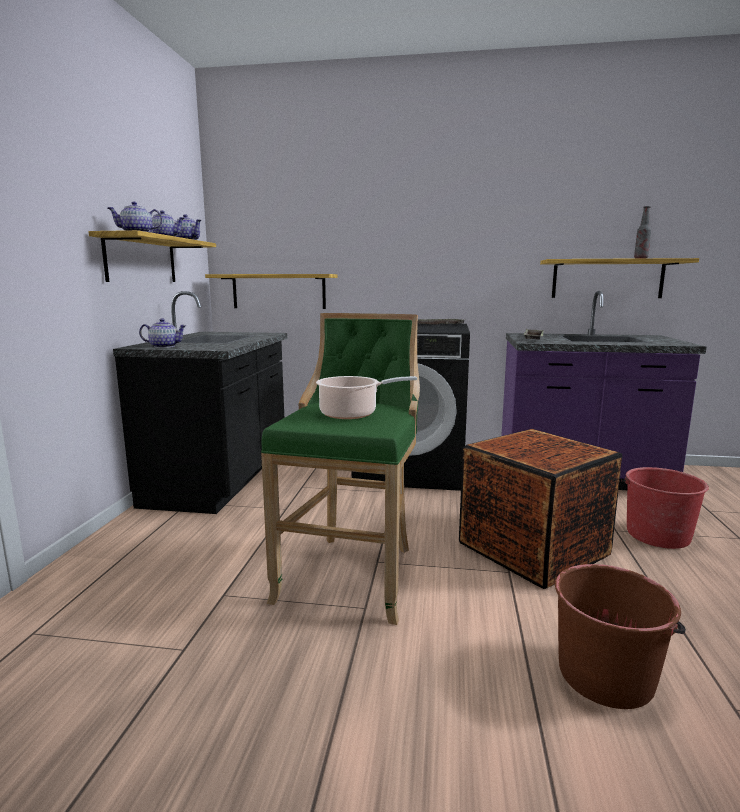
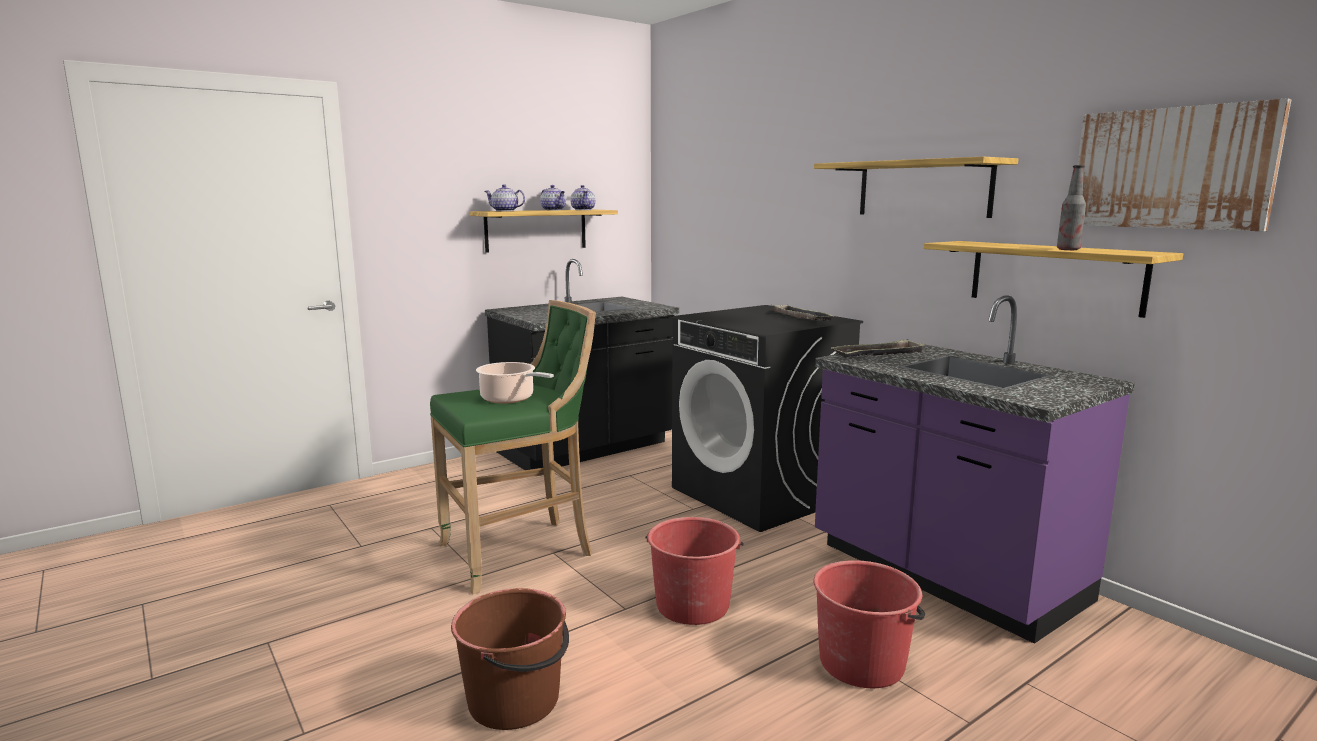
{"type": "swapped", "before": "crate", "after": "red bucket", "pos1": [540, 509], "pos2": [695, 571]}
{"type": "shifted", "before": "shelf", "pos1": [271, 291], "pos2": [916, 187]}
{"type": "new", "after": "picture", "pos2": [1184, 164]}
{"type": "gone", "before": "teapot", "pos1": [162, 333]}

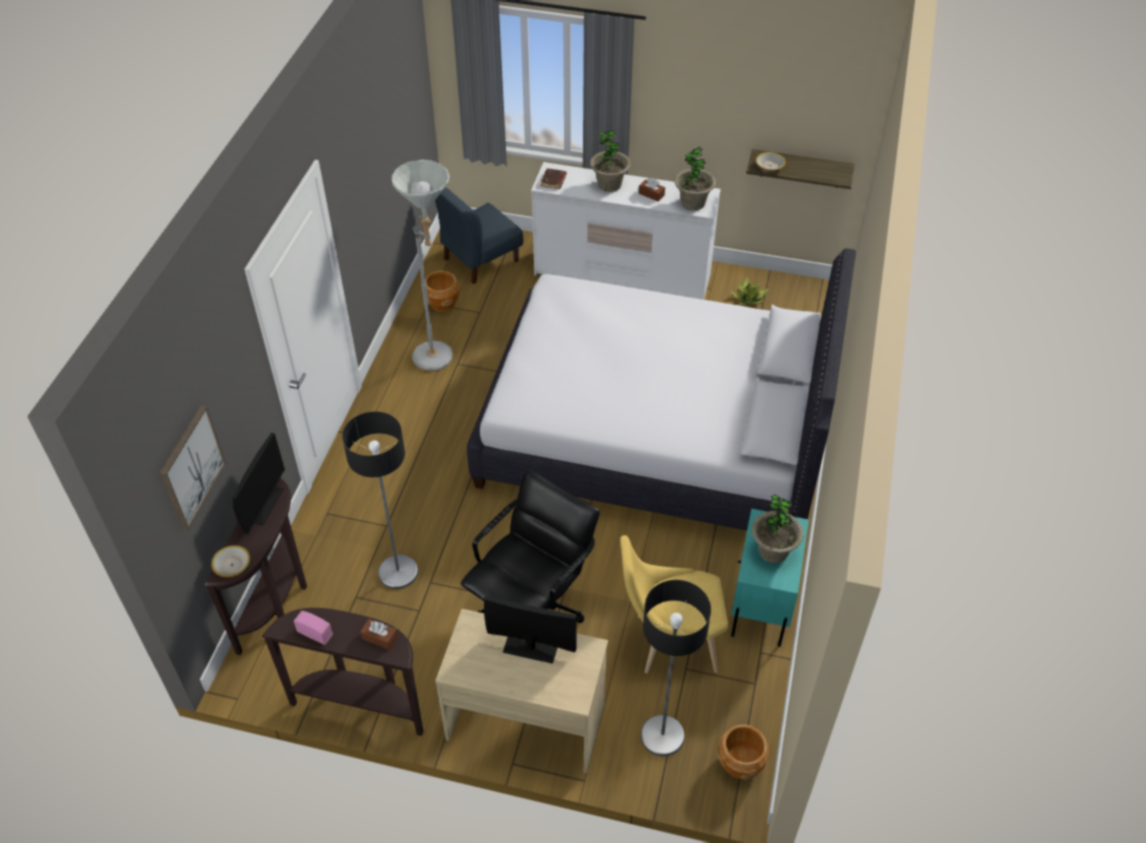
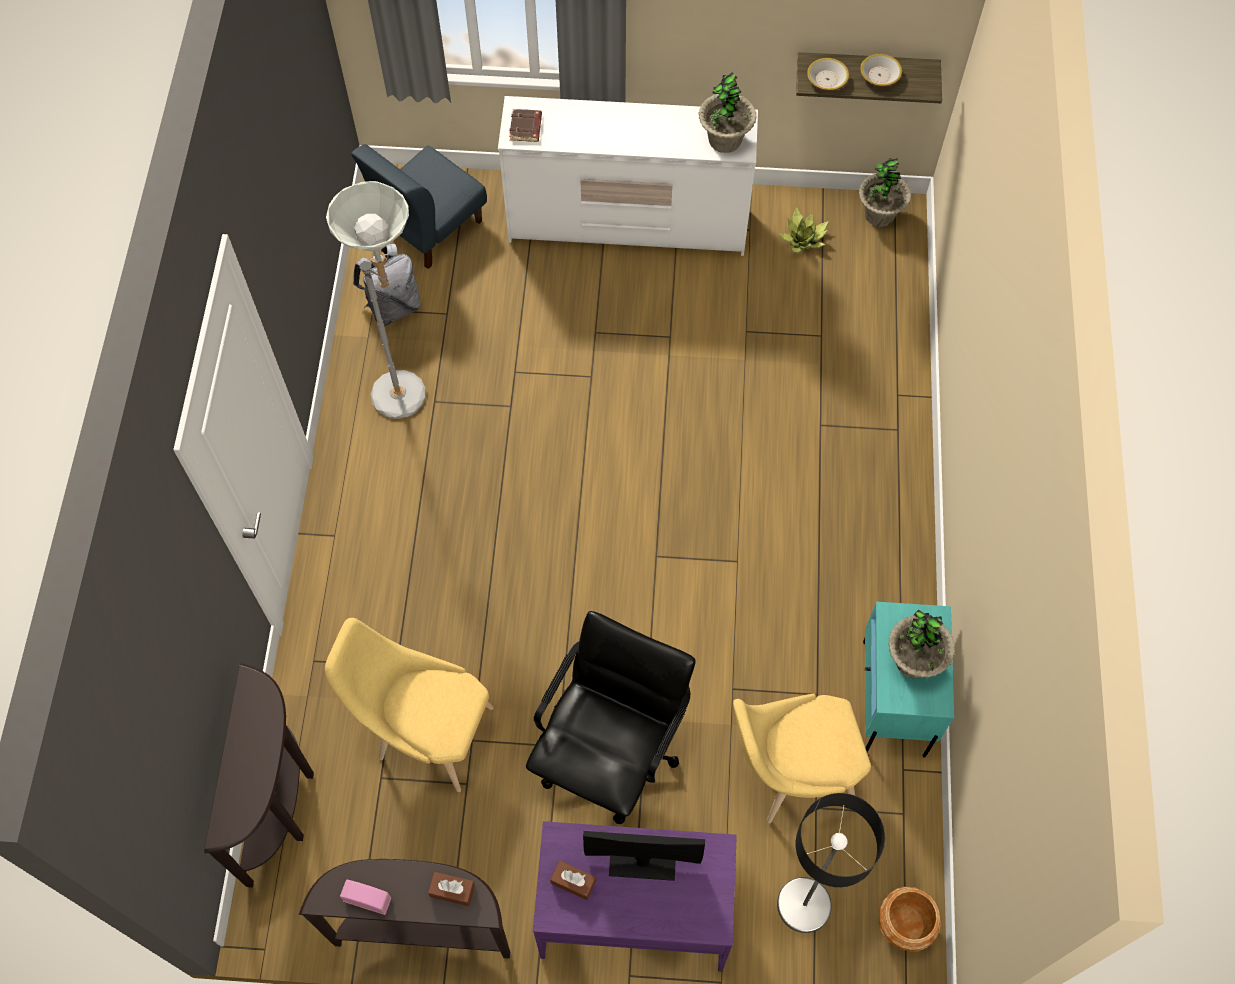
{"type": "swapped", "before": "floor lamp", "after": "yellow chair", "pos1": [380, 500], "pos2": [409, 705]}
{"type": "swapped", "before": "brown planter", "after": "grey backpack", "pos1": [442, 291], "pos2": [387, 285]}
{"type": "repainted", "before": "beige desk", "after": "purple desk", "pos1": [521, 691], "pos2": [635, 896]}
{"type": "shifted", "before": "brown tissue box", "pos1": [652, 190], "pos2": [573, 880]}
{"type": "shifted", "before": "potted plant", "pos1": [610, 161], "pos2": [885, 192]}
{"type": "shifted", "before": "bowl", "pos1": [231, 561], "pos2": [881, 70]}
{"type": "gone", "before": "picture", "pos1": [193, 467]}
{"type": "gone", "before": "monitor", "pos1": [258, 483]}
{"type": "gone", "before": "white bed", "pos1": [661, 389]}

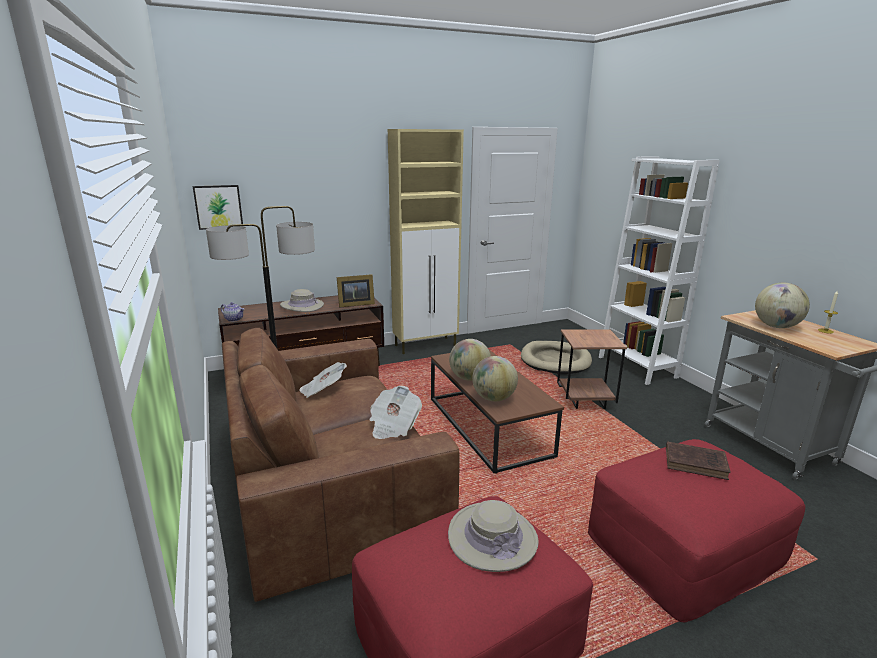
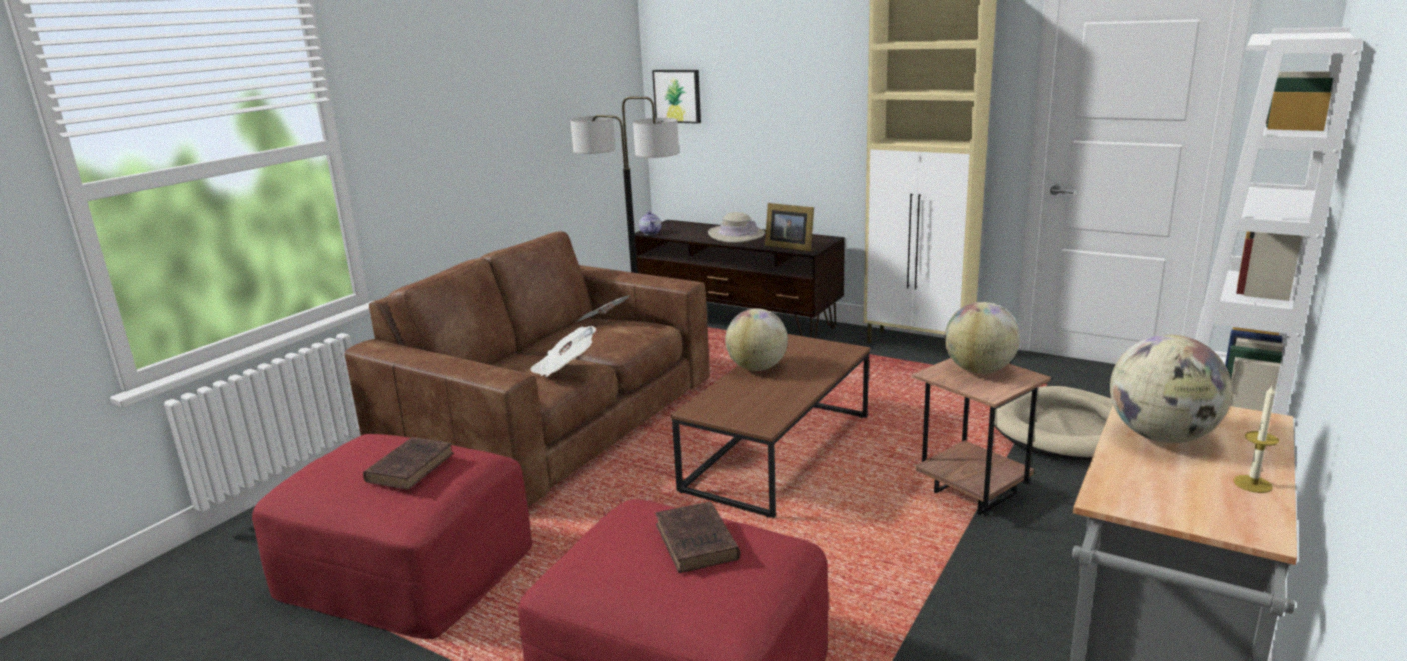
{"type": "swapped", "before": "beige hat", "after": "brown book", "pos1": [493, 536], "pos2": [408, 463]}
{"type": "shifted", "before": "globe", "pos1": [495, 379], "pos2": [982, 338]}

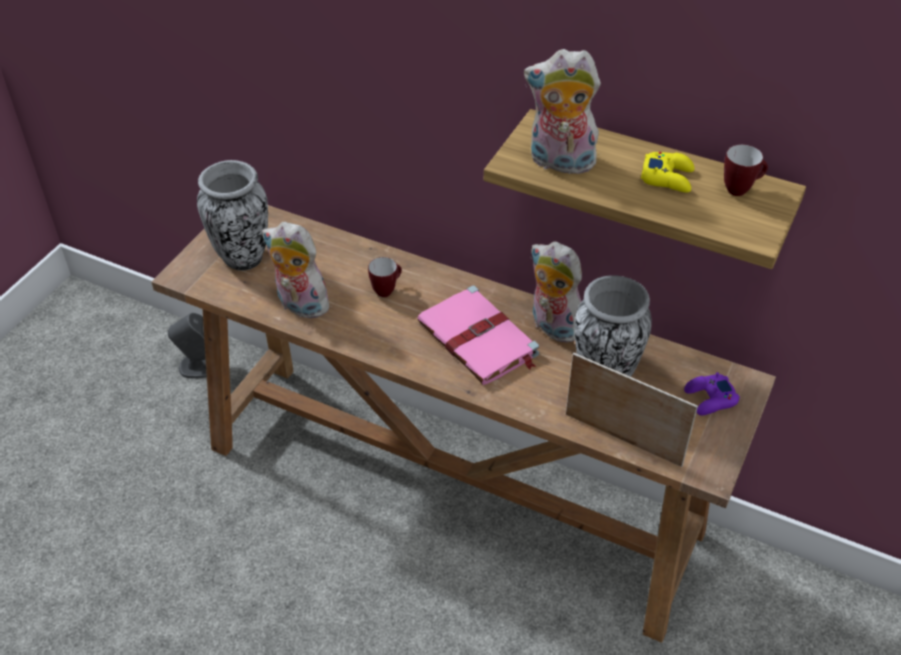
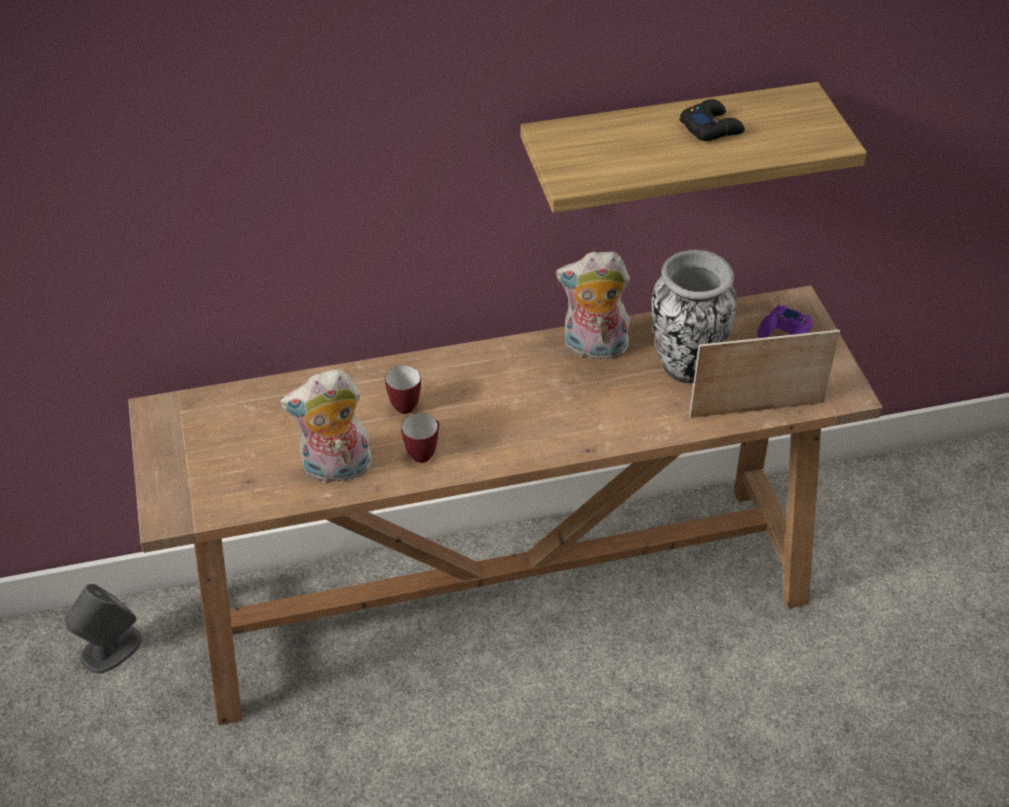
{"type": "shifted", "before": "mug", "pos1": [746, 170], "pos2": [420, 438]}
{"type": "repainted", "before": "yellow game controller", "after": "black game controller", "pos1": [668, 172], "pos2": [712, 120]}
{"type": "gone", "before": "vase", "pos1": [232, 215]}
{"type": "gone", "before": "pink book", "pos1": [478, 335]}
{"type": "gone", "before": "plush toy", "pos1": [563, 111]}

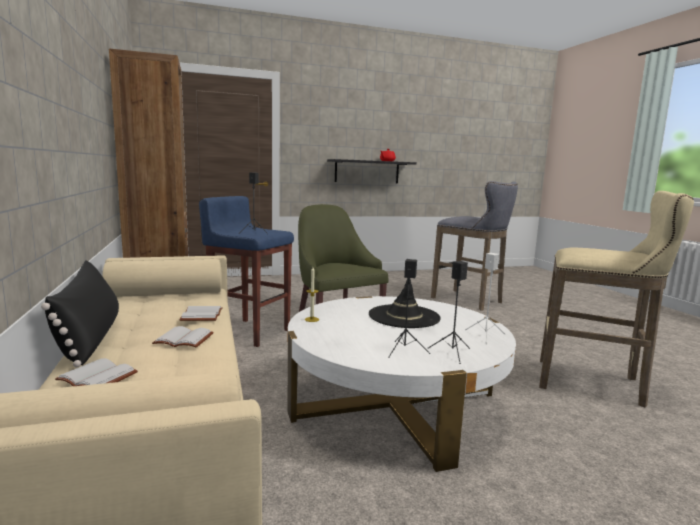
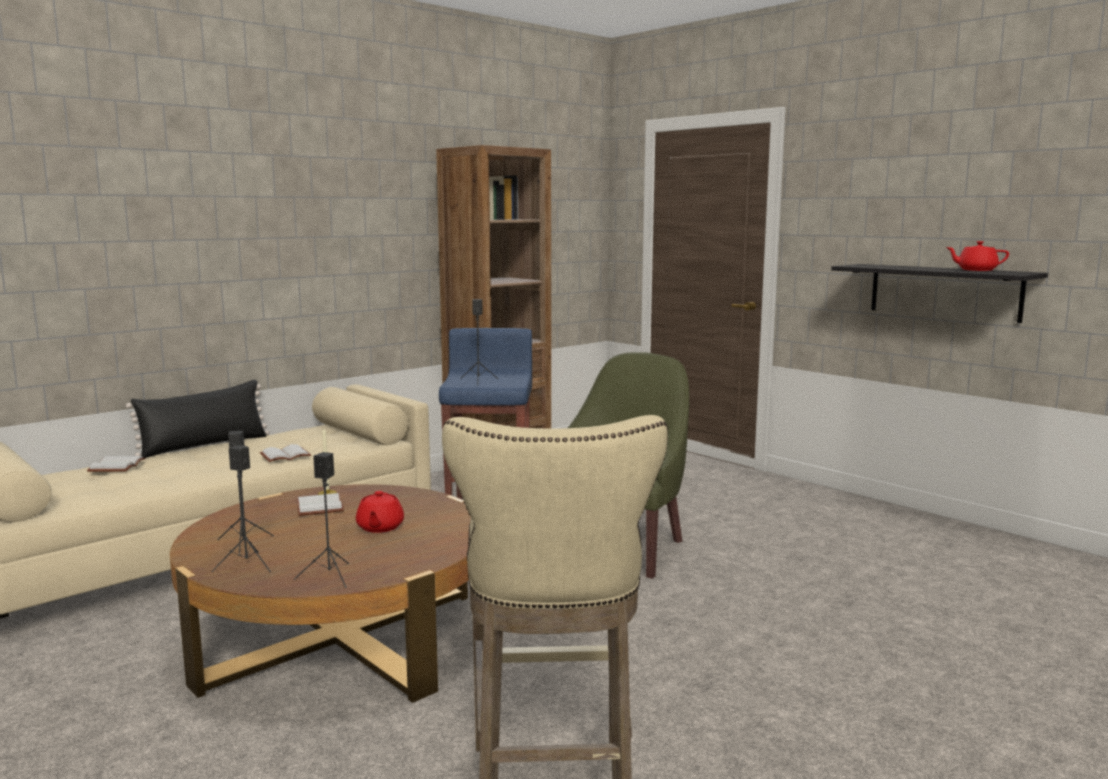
{"type": "repainted", "before": "white coffee table", "after": "brown coffee table", "pos1": [401, 384], "pos2": [320, 593]}
{"type": "repainted", "before": "white speaker", "after": "black speaker", "pos1": [485, 298], "pos2": [321, 520]}
{"type": "shifted", "before": "white book", "pos1": [183, 337], "pos2": [320, 504]}
{"type": "swapped", "before": "black hat", "after": "red teapot", "pos1": [405, 303], "pos2": [380, 512]}
{"type": "gone", "before": "grey stool", "pos1": [474, 245]}

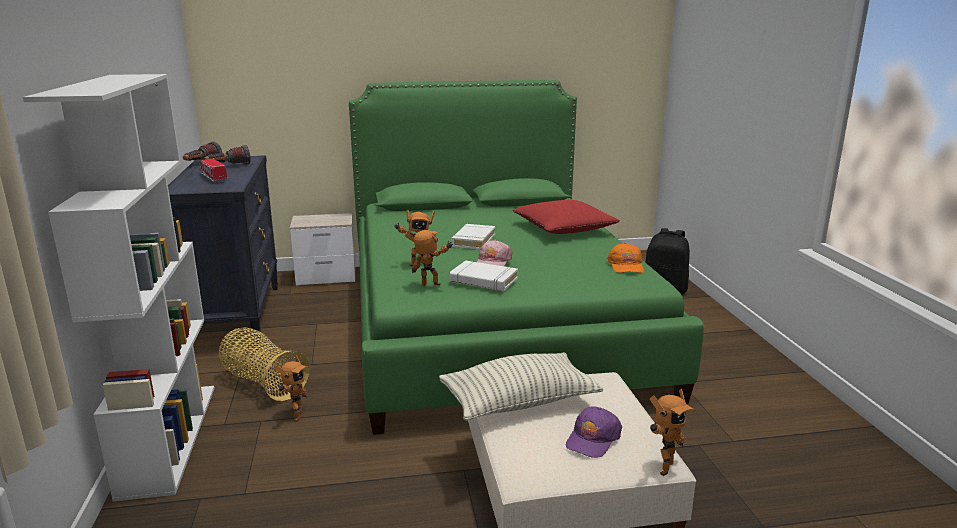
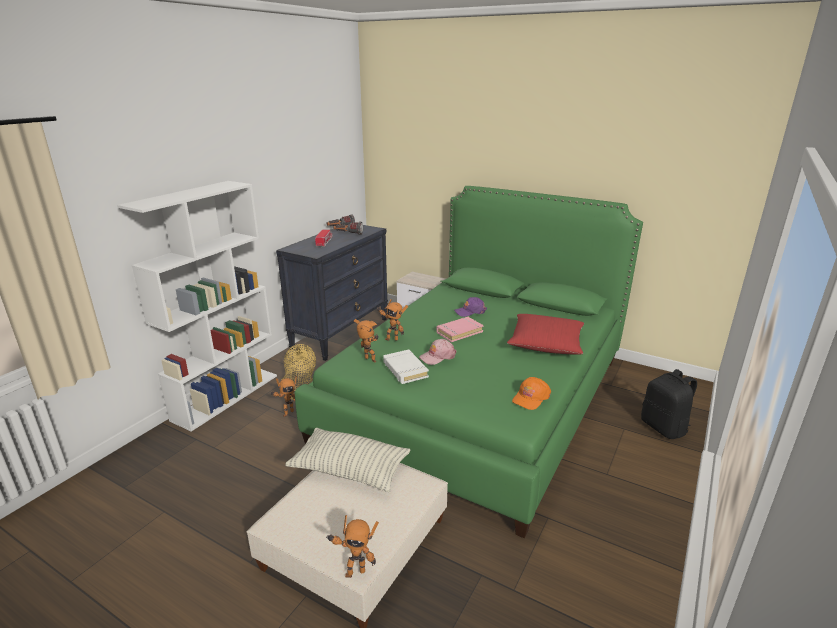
{"type": "repainted", "before": "white book", "after": "pink book", "pos1": [473, 237], "pos2": [460, 329]}
{"type": "shifted", "before": "purple cap", "pos1": [594, 432], "pos2": [470, 307]}

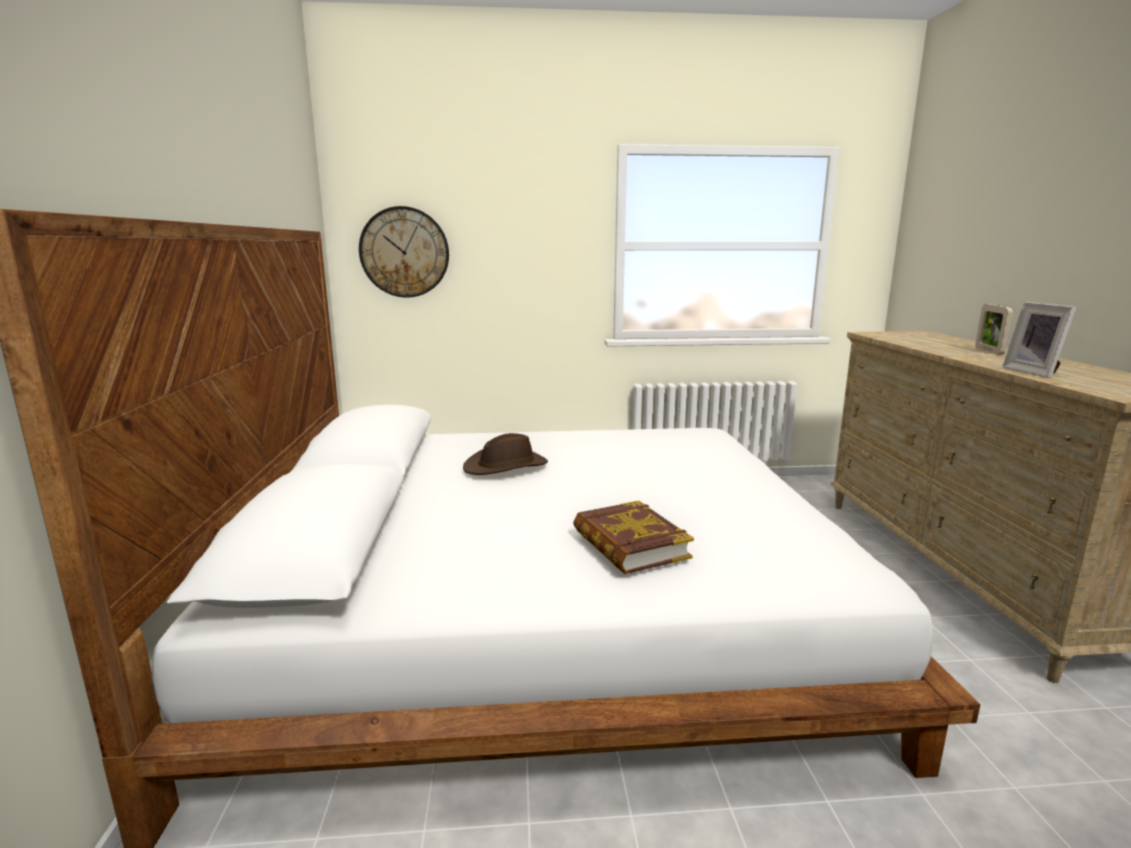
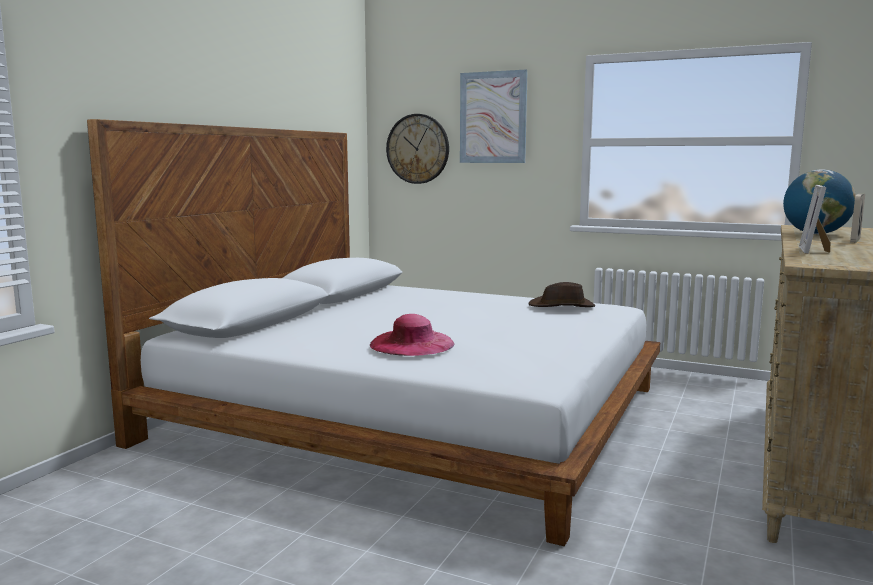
{"type": "swapped", "before": "book", "after": "pink hat", "pos1": [633, 537], "pos2": [412, 335]}
{"type": "new", "after": "picture", "pos2": [494, 116]}
{"type": "shifted", "before": "brown hat", "pos1": [505, 454], "pos2": [562, 294]}
{"type": "new", "after": "globe", "pos2": [819, 201]}

